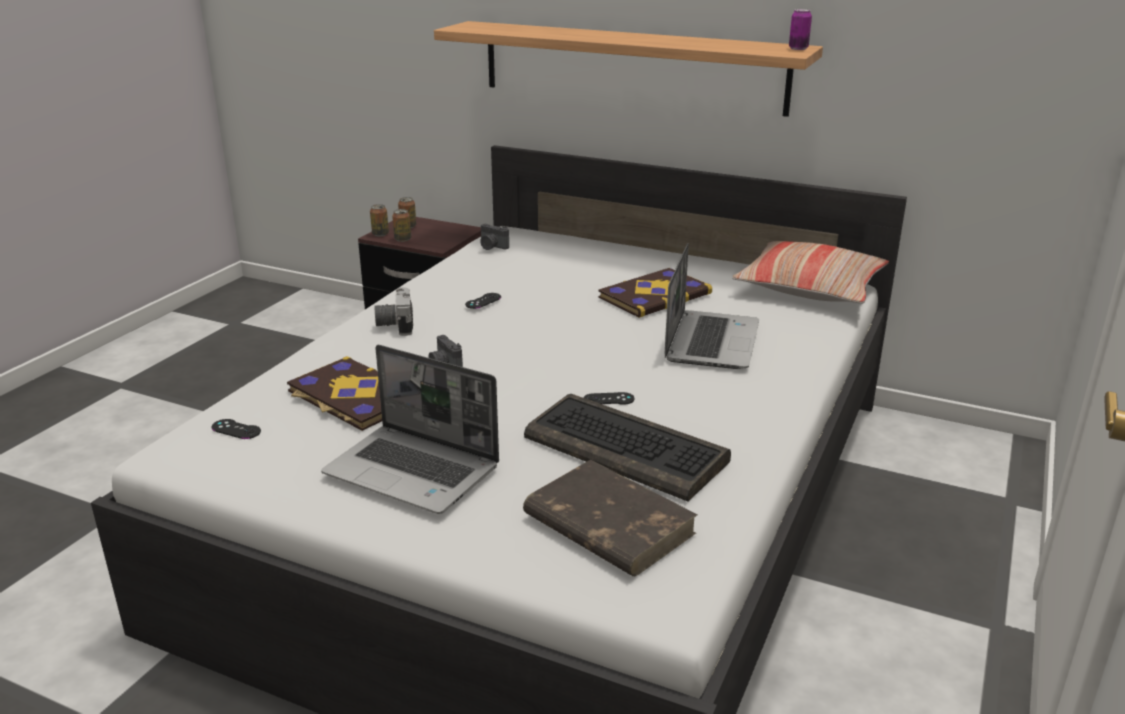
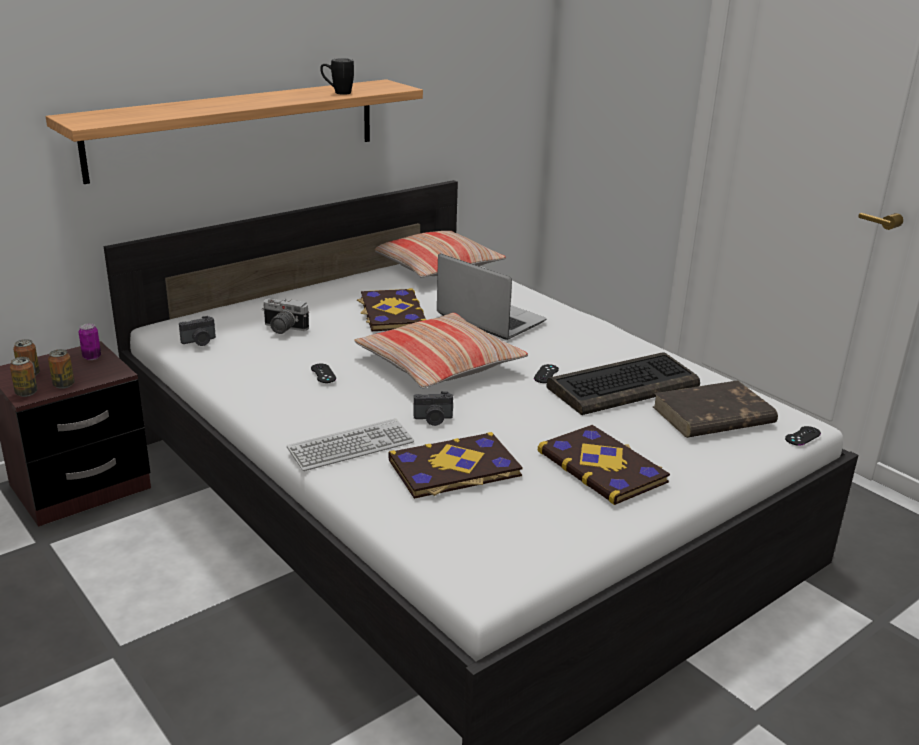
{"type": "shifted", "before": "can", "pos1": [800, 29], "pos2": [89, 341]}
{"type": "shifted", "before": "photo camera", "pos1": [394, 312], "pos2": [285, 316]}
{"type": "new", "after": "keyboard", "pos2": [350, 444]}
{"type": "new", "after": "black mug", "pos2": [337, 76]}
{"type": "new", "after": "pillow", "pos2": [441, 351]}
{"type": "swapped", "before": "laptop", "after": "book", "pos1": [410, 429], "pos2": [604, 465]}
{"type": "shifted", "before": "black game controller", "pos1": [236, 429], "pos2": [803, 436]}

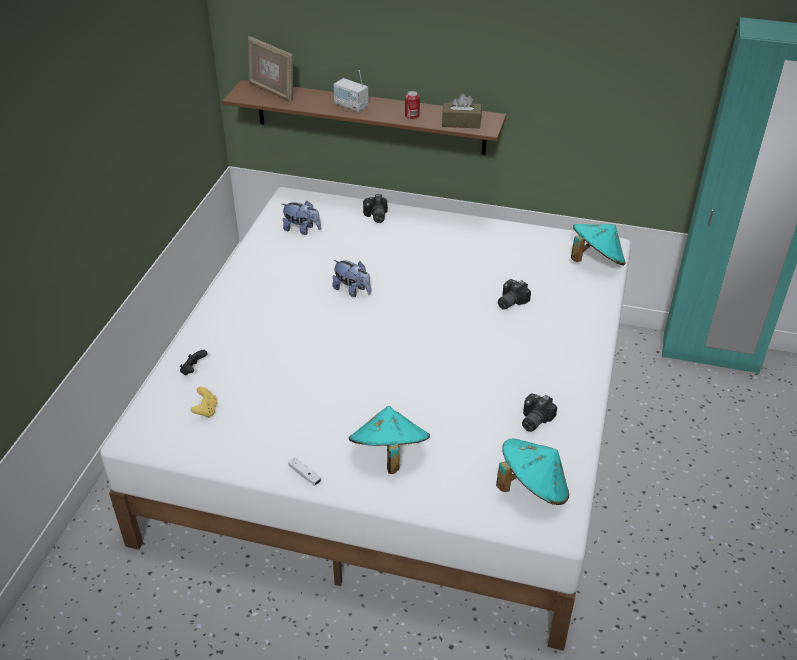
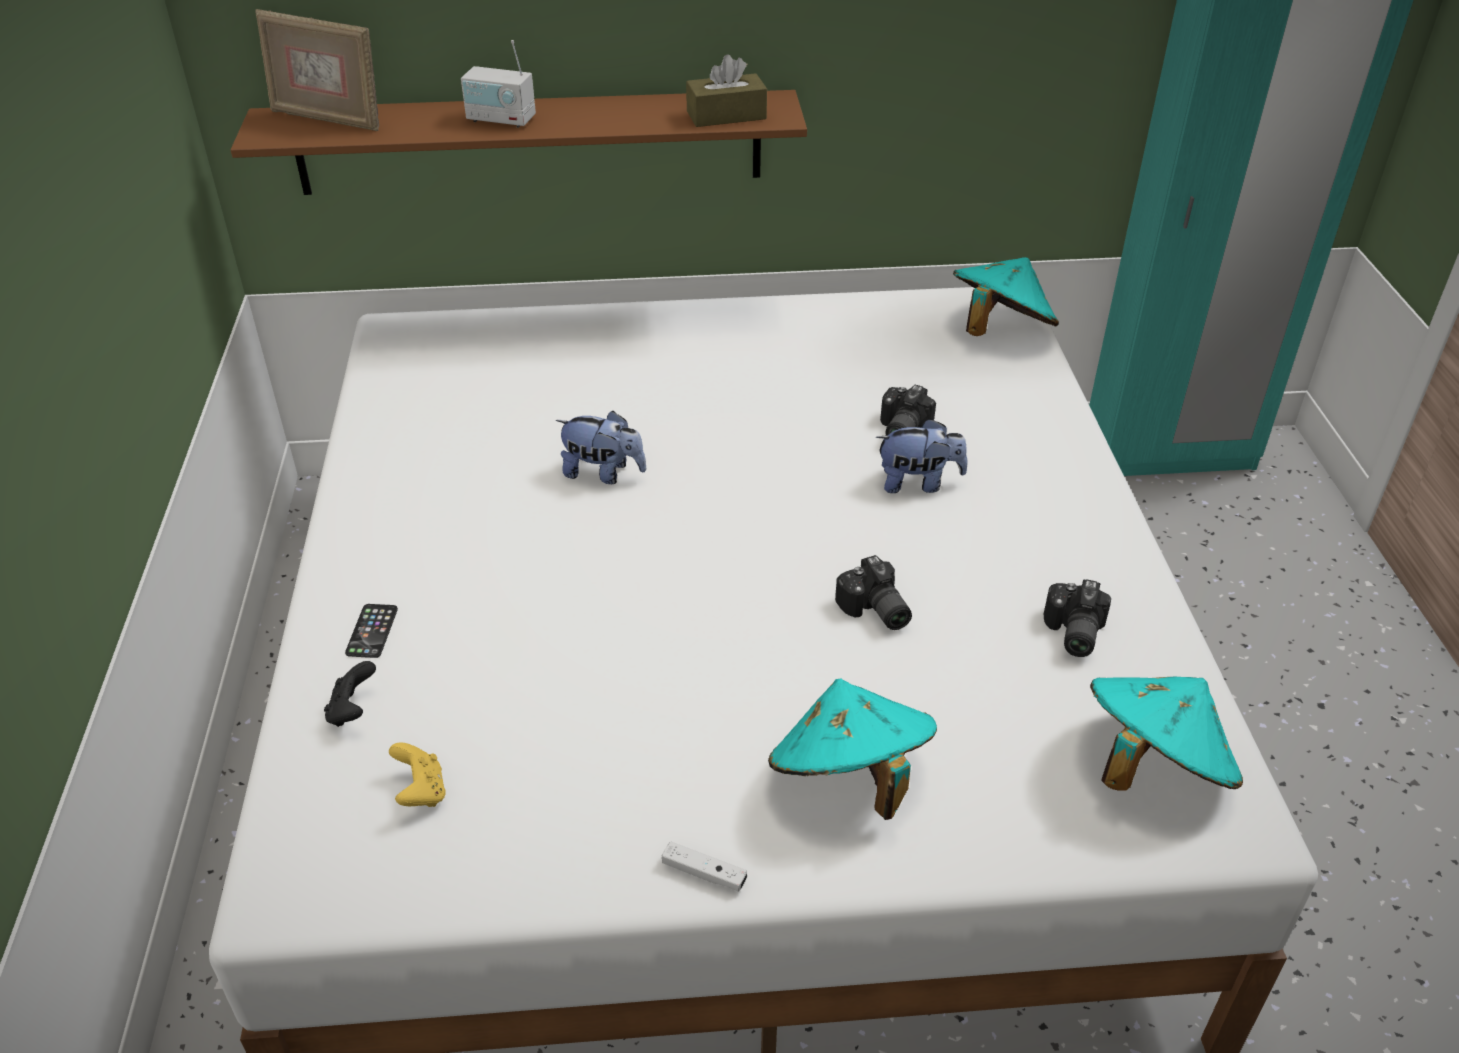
{"type": "new", "after": "phone", "pos2": [371, 631]}
{"type": "shifted", "before": "photo camera", "pos1": [375, 208], "pos2": [873, 592]}
{"type": "shifted", "before": "plush toy", "pos1": [301, 218], "pos2": [922, 455]}
{"type": "gone", "before": "can", "pos1": [412, 105]}

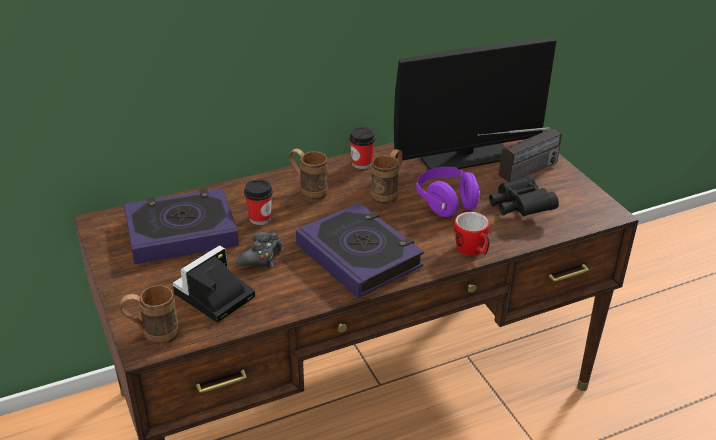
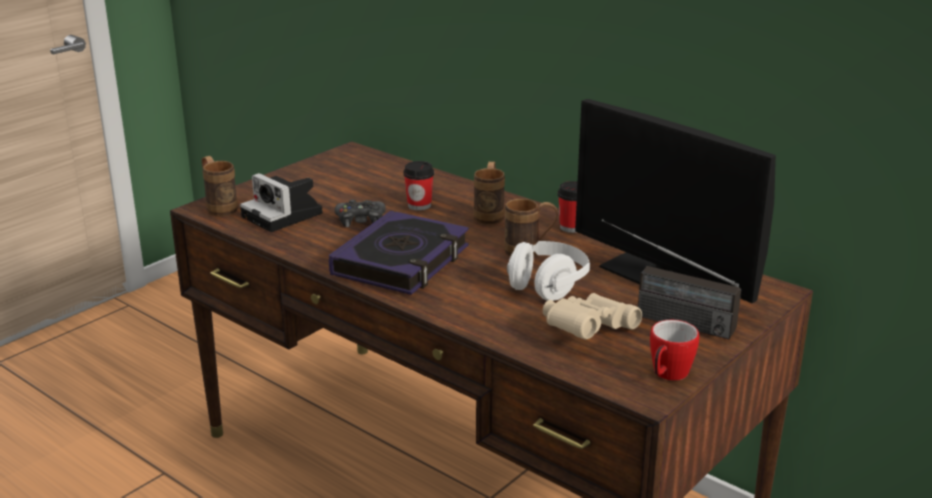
{"type": "rotated", "before": "photo camera", "pos1": [214, 284], "pos2": [281, 202], "turn": -150}
{"type": "repainted", "before": "purple headphones", "after": "white headphones", "pos1": [448, 192], "pos2": [548, 271]}
{"type": "repainted", "before": "black binoculars", "after": "beige binoculars", "pos1": [524, 195], "pos2": [592, 316]}
{"type": "shifted", "before": "mug", "pos1": [472, 234], "pos2": [674, 350]}
{"type": "gone", "before": "book", "pos1": [181, 226]}

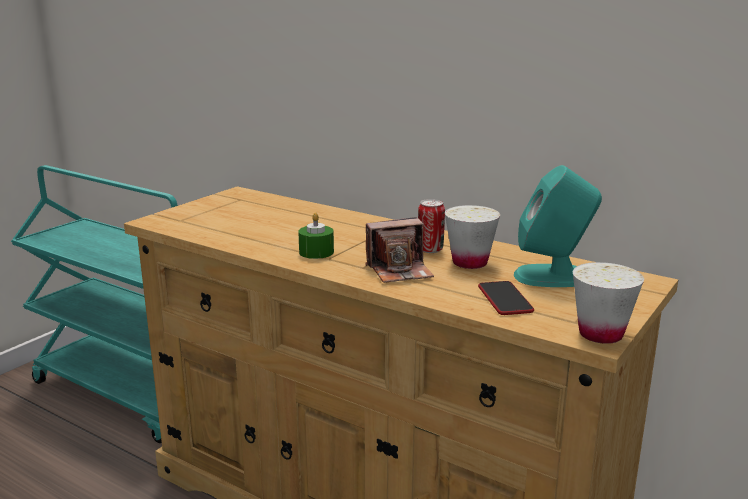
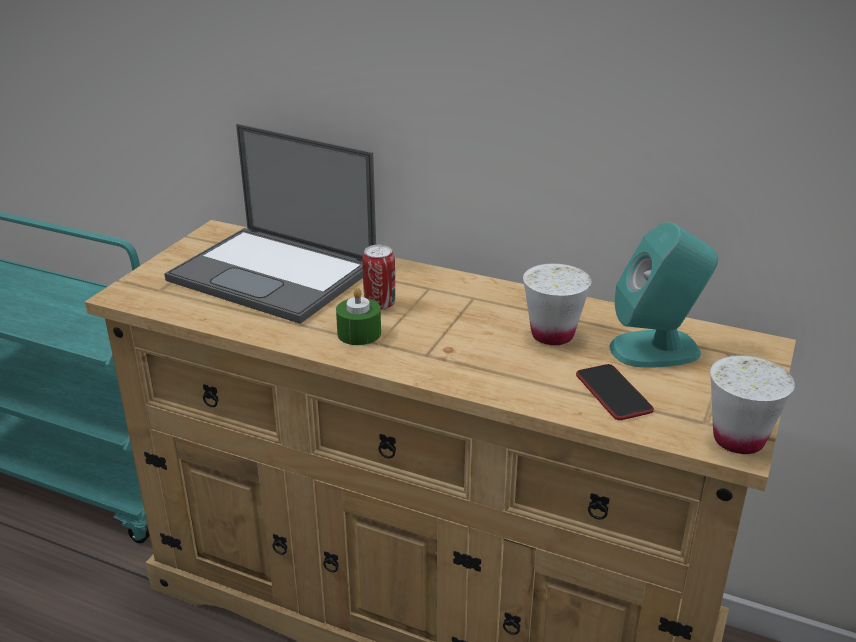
{"type": "new", "after": "laptop", "pos2": [270, 224]}
{"type": "shifted", "before": "can", "pos1": [431, 226], "pos2": [378, 277]}
{"type": "gone", "before": "photo camera", "pos1": [399, 250]}

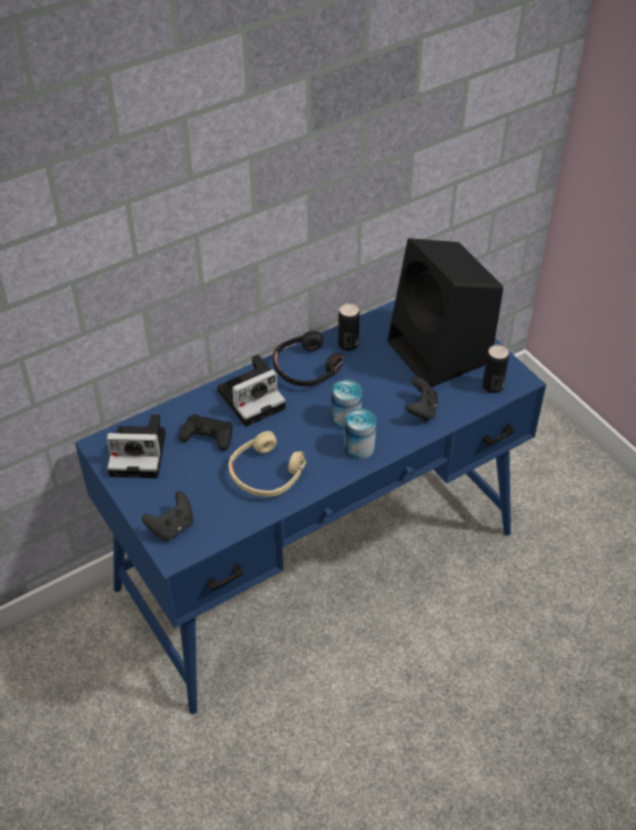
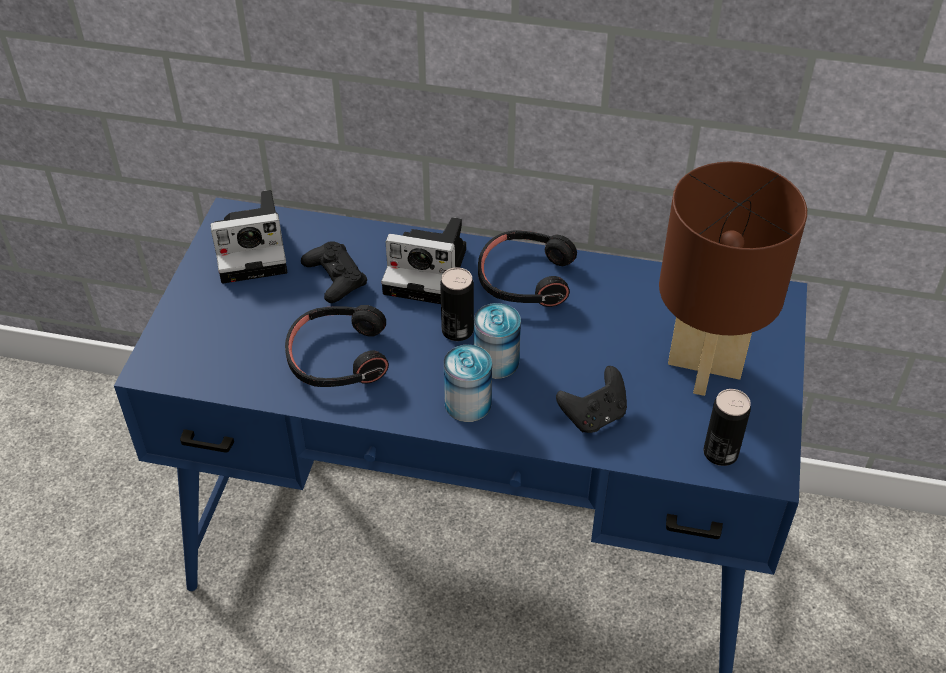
{"type": "rotated", "before": "photo camera", "pos1": [136, 446], "pos2": [248, 237], "turn": -60}
{"type": "repainted", "before": "beige headphones", "after": "black headphones", "pos1": [267, 464], "pos2": [337, 346]}
{"type": "shifted", "before": "can", "pos1": [349, 327], "pos2": [457, 304]}
{"type": "swapped", "before": "black speaker", "after": "brown table lamp", "pos1": [445, 312], "pos2": [733, 279]}
{"type": "gone", "before": "black game controller", "pos1": [167, 515]}

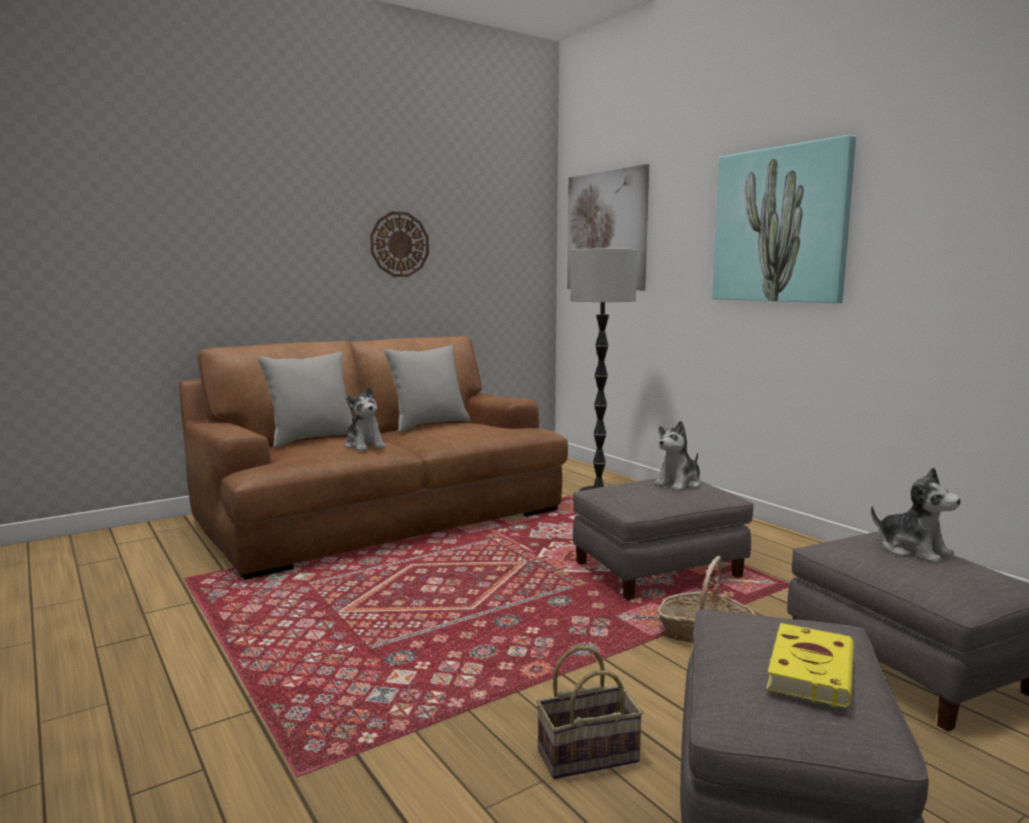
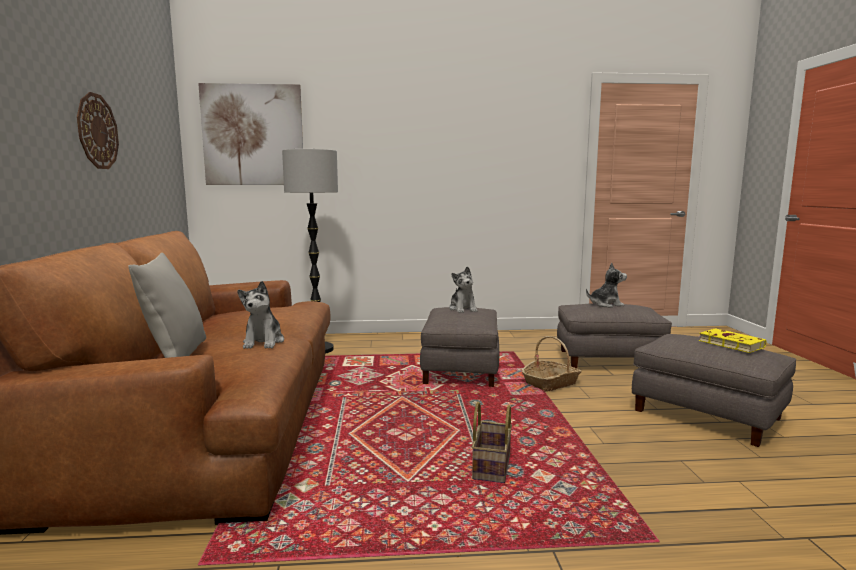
{"type": "rotated", "before": "plush toy", "pos1": [365, 418], "pos2": [260, 315], "turn": 90}
{"type": "shifted", "before": "basket", "pos1": [589, 712], "pos2": [492, 442]}
{"type": "gone", "before": "grey pillow", "pos1": [427, 388]}
{"type": "gone", "before": "picture", "pos1": [784, 219]}

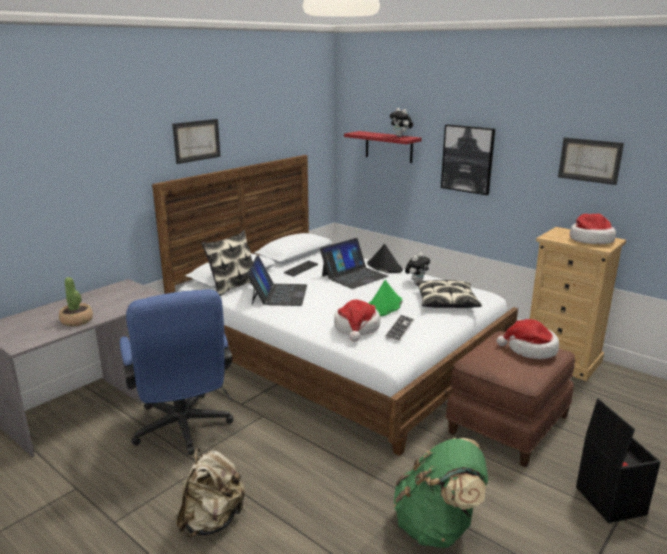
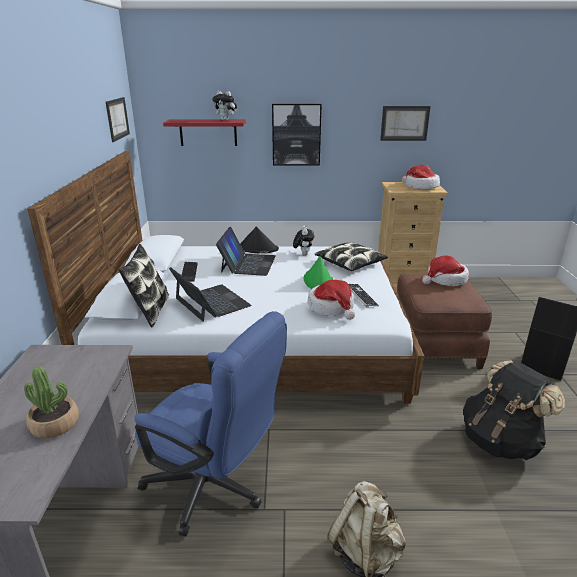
{"type": "shifted", "before": "picture", "pos1": [196, 141], "pos2": [118, 119]}
{"type": "repainted", "before": "green backpack", "after": "black backpack", "pos1": [441, 493], "pos2": [514, 410]}

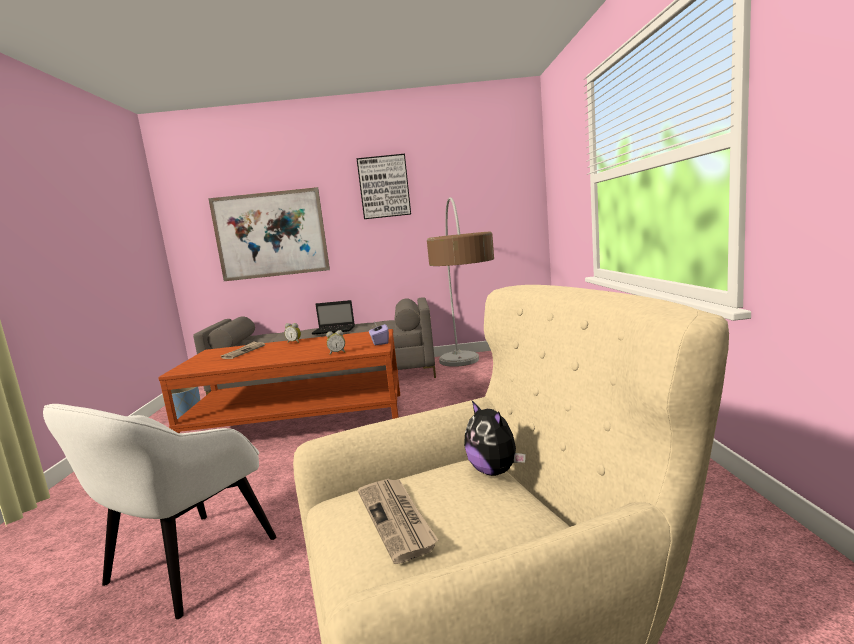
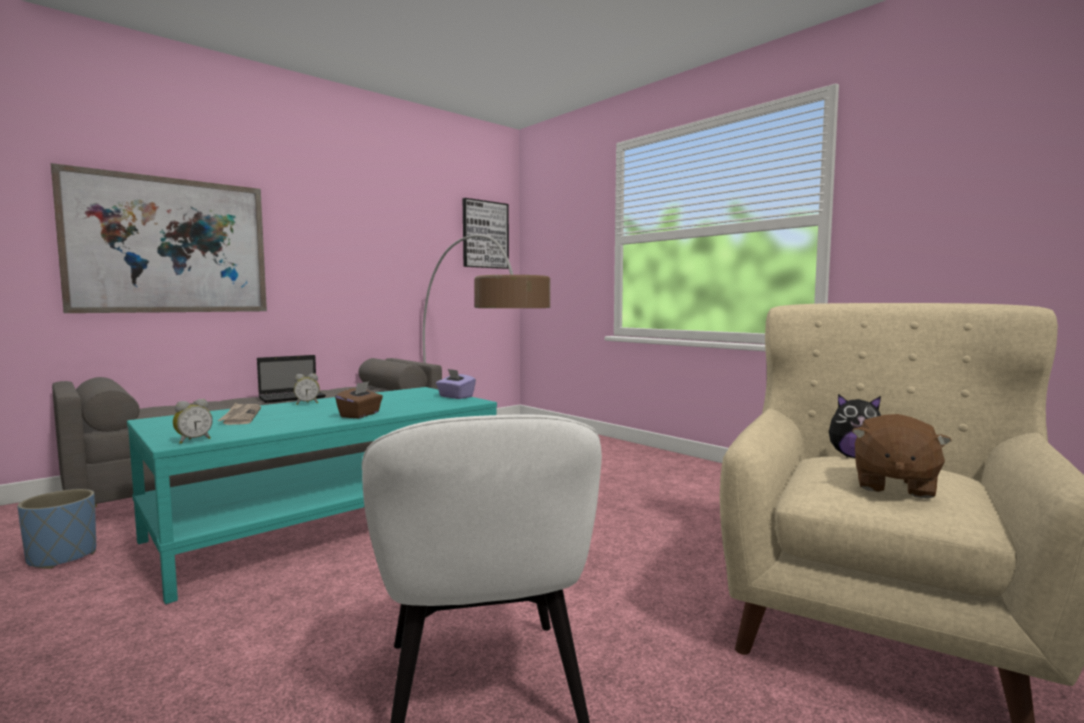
{"type": "repainted", "before": "brown coffee table", "after": "turquoise coffee table", "pos1": [279, 381], "pos2": [312, 495]}
{"type": "shifted", "before": "alarm clock", "pos1": [335, 342], "pos2": [193, 421]}
{"type": "new", "after": "brown tissue box", "pos2": [359, 399]}
{"type": "shifted", "before": "picture", "pos1": [383, 186], "pos2": [486, 233]}
{"type": "swapped", "before": "newspaper", "after": "brown plush toy", "pos1": [398, 521], "pos2": [902, 456]}

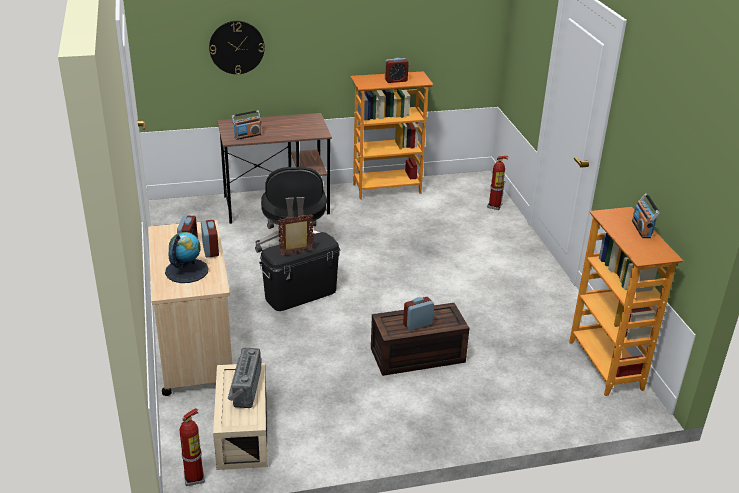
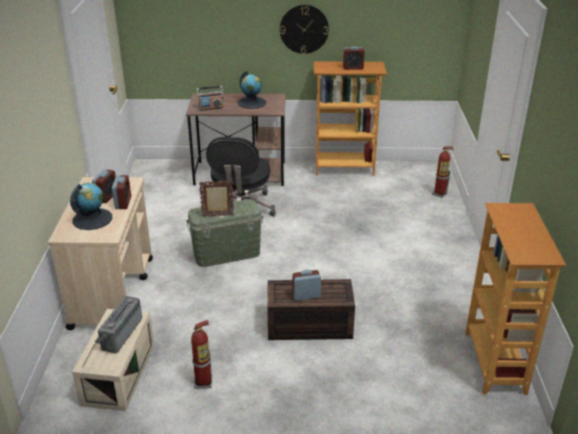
{"type": "repainted", "before": "black storage box", "after": "green storage box", "pos1": [300, 271], "pos2": [224, 233]}
{"type": "shifted", "before": "fire extinguisher", "pos1": [192, 447], "pos2": [202, 354]}
{"type": "new", "after": "globe", "pos2": [252, 90]}
{"type": "shifted", "before": "wall clock", "pos1": [237, 48], "pos2": [304, 29]}
{"type": "gone", "before": "radio", "pos1": [646, 215]}

